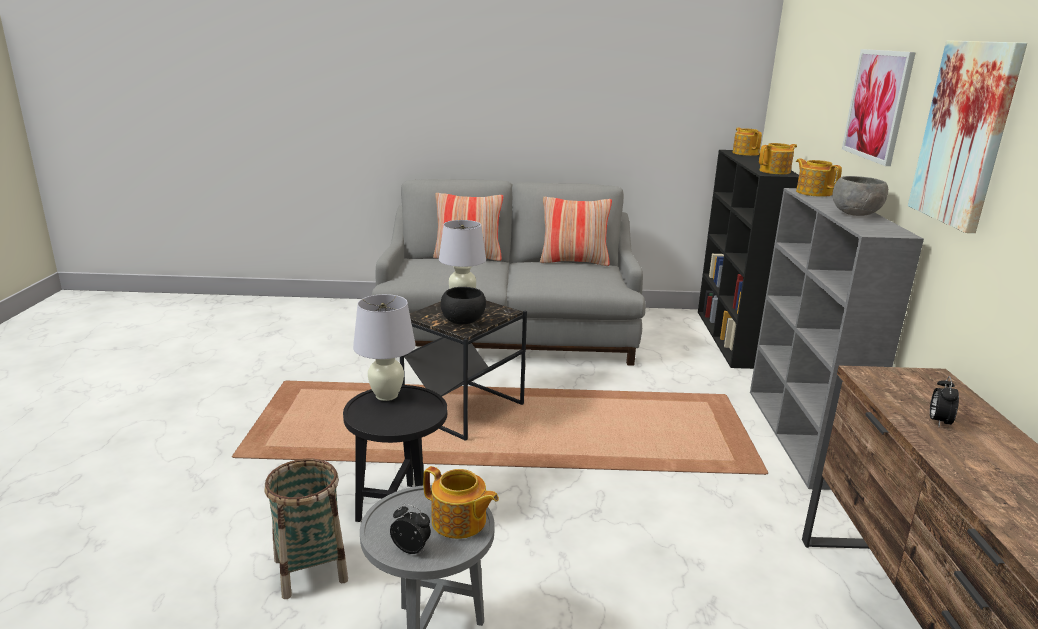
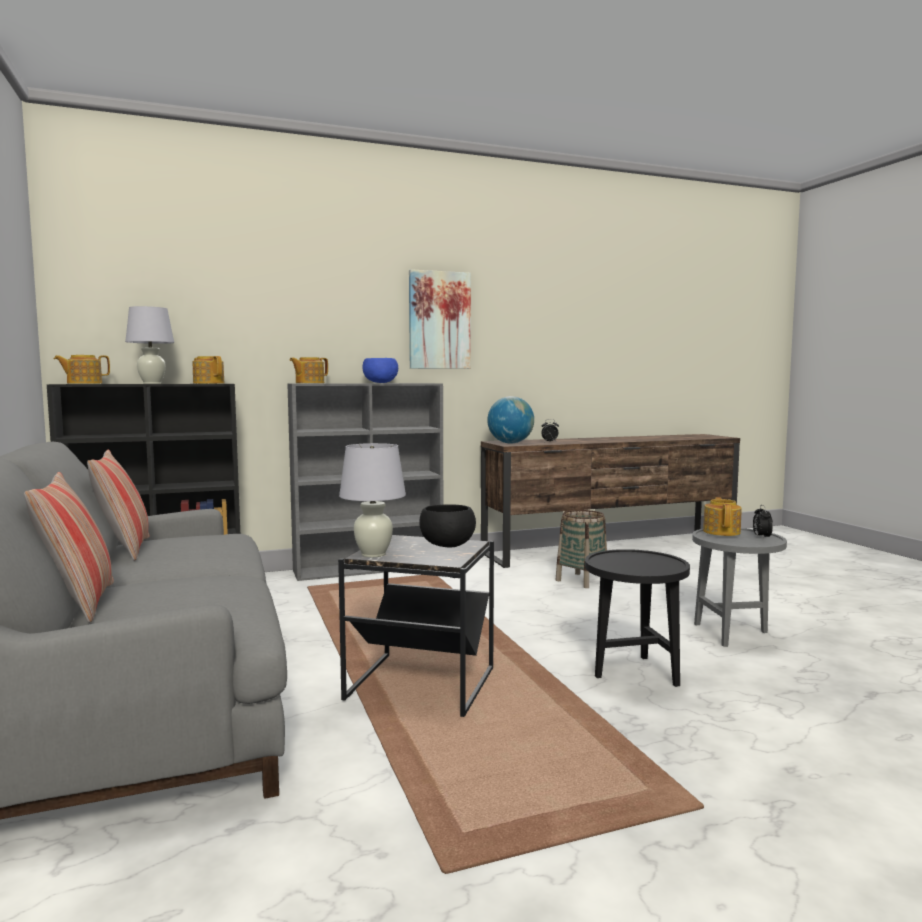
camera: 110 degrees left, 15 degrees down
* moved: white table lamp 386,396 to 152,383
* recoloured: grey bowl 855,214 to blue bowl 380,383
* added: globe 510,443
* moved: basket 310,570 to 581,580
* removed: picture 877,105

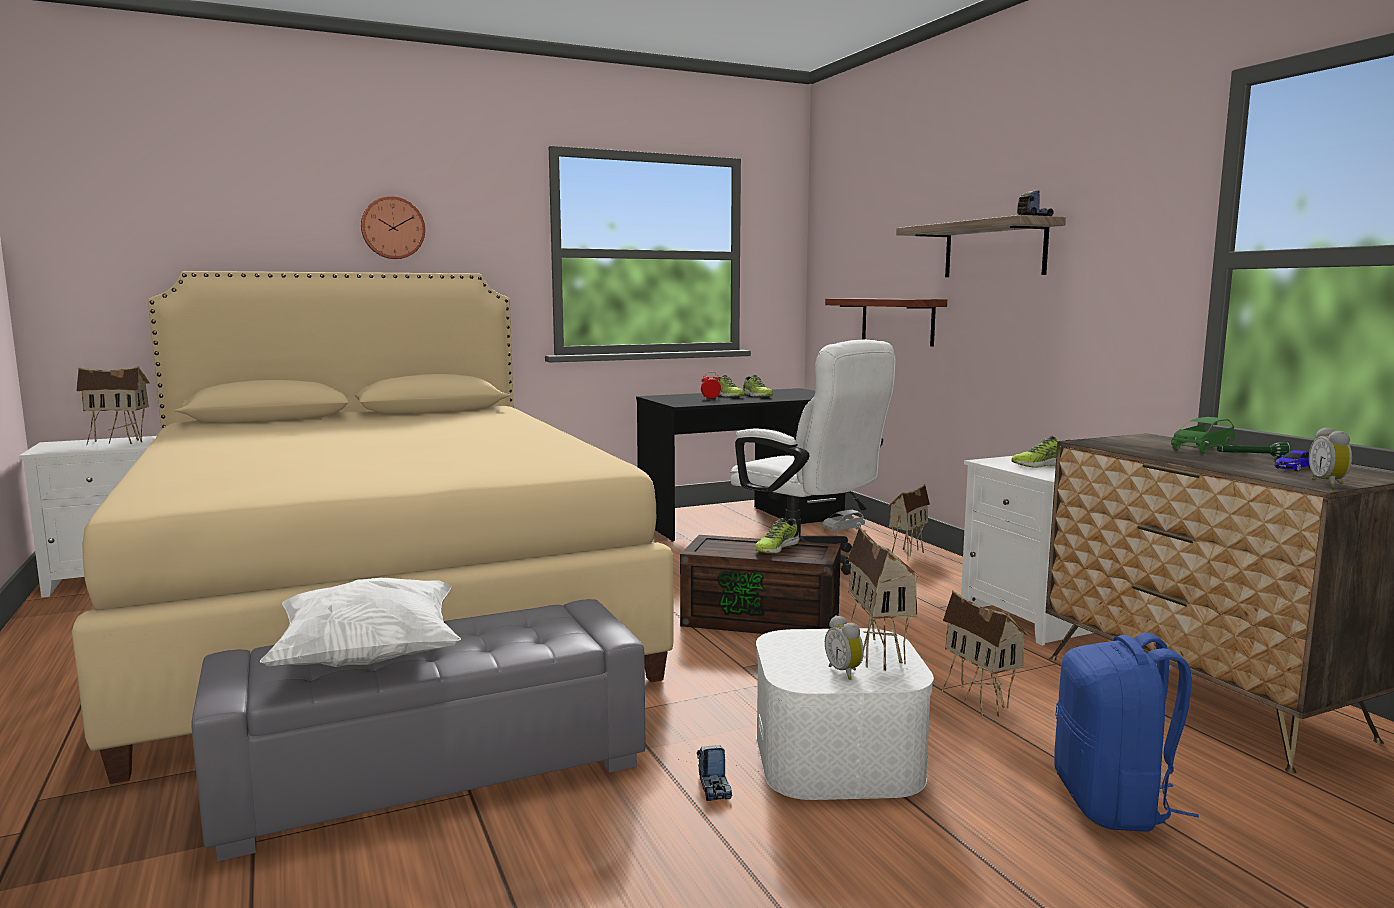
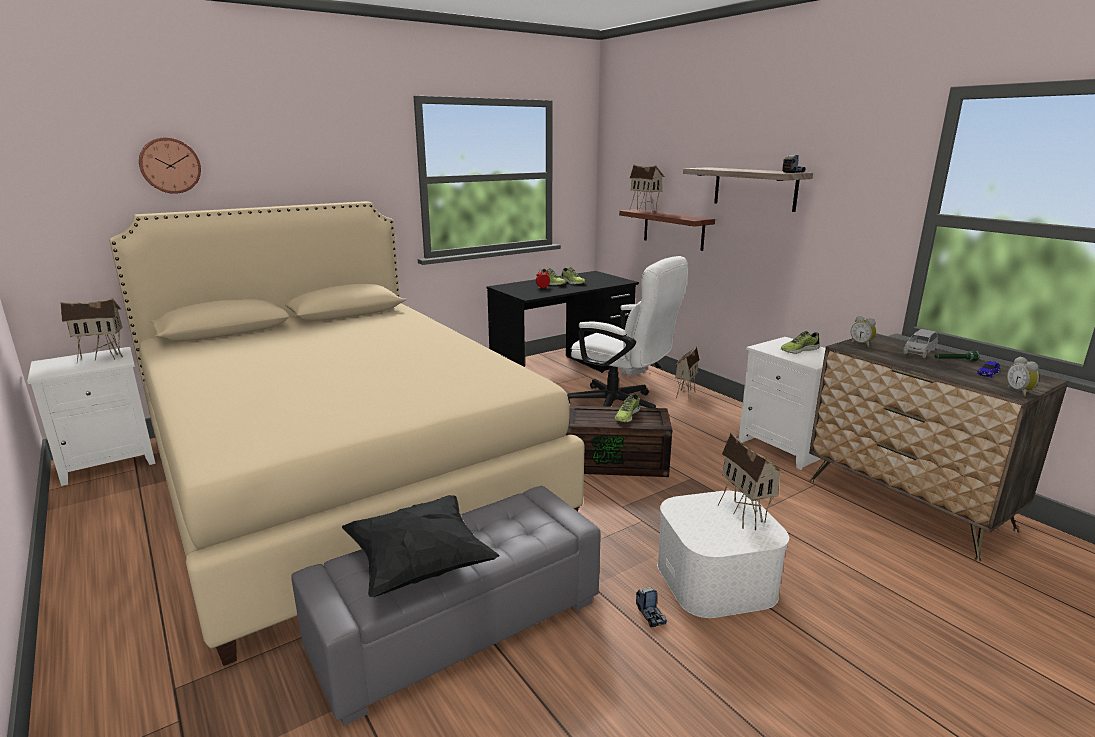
camera: 10 degrees left, 10 degrees up
* moved: wall clock 392,228 to 170,165
* recoloured: white pillow 369,658 to black pillow 419,565
* moved: toy house 980,702 to 645,211
* moved: alarm clock 845,672 to 861,344
* recoloured: green toy car 1201,449 to grey toy car 919,352
* removed: blue backpack 1113,804

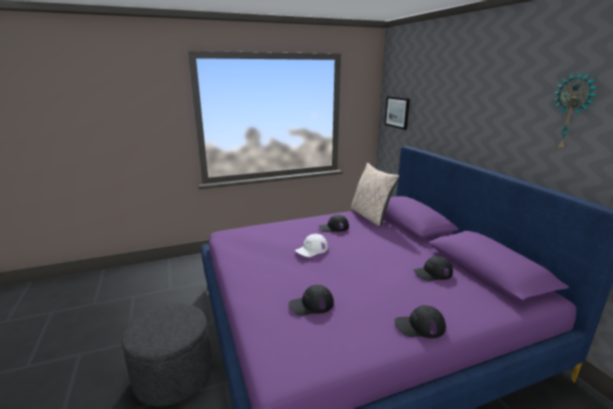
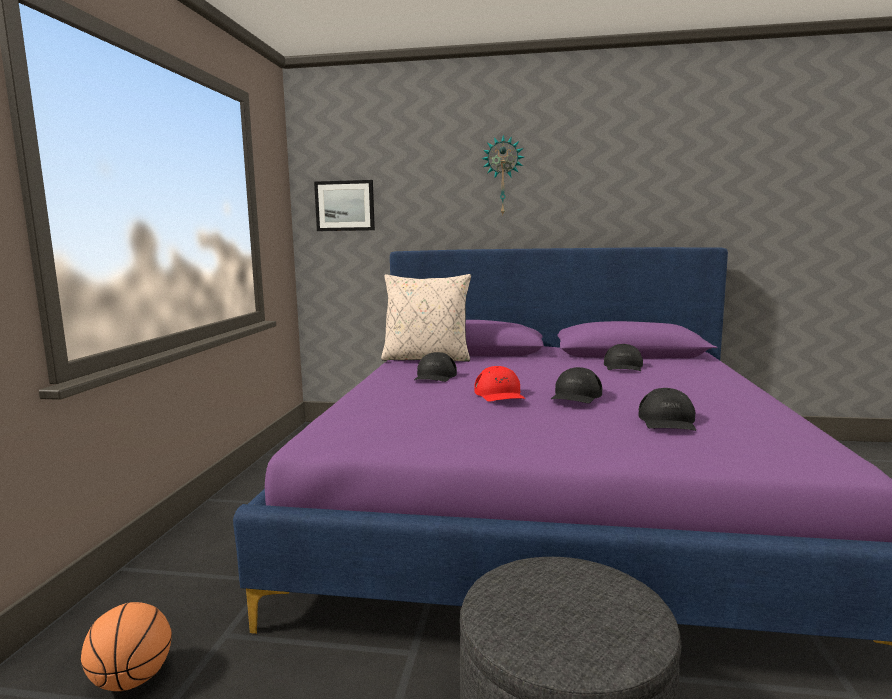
camera: 60 degrees left, 10 degrees down
* added: basketball 132,680
* recoloured: white cap 311,249 to red cap 500,394
* moved: wall clock 572,112 to 503,176
* moved: black cap 419,326 to 576,395

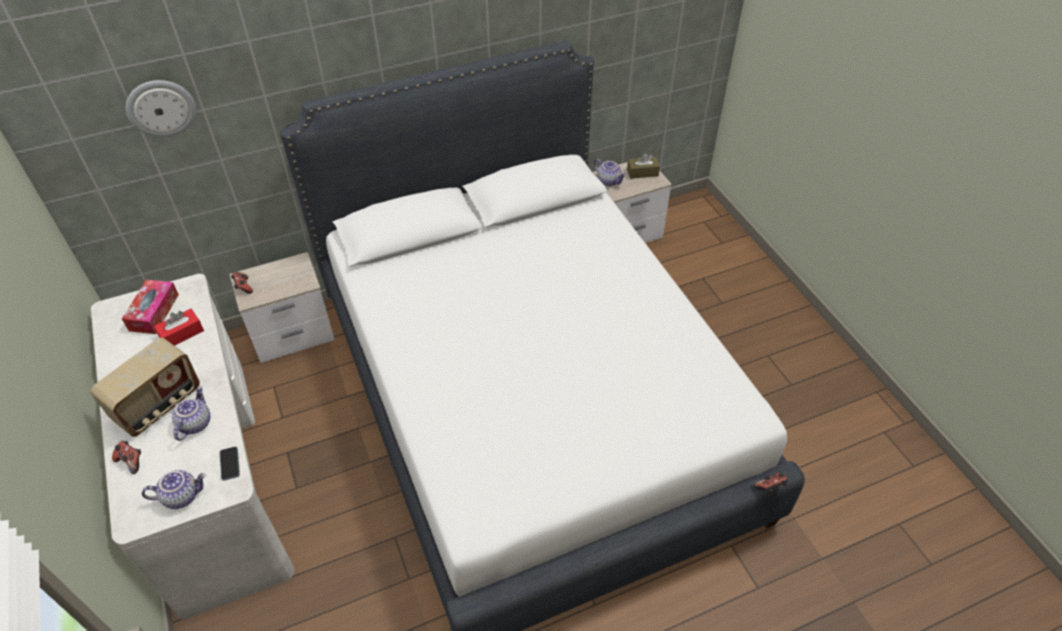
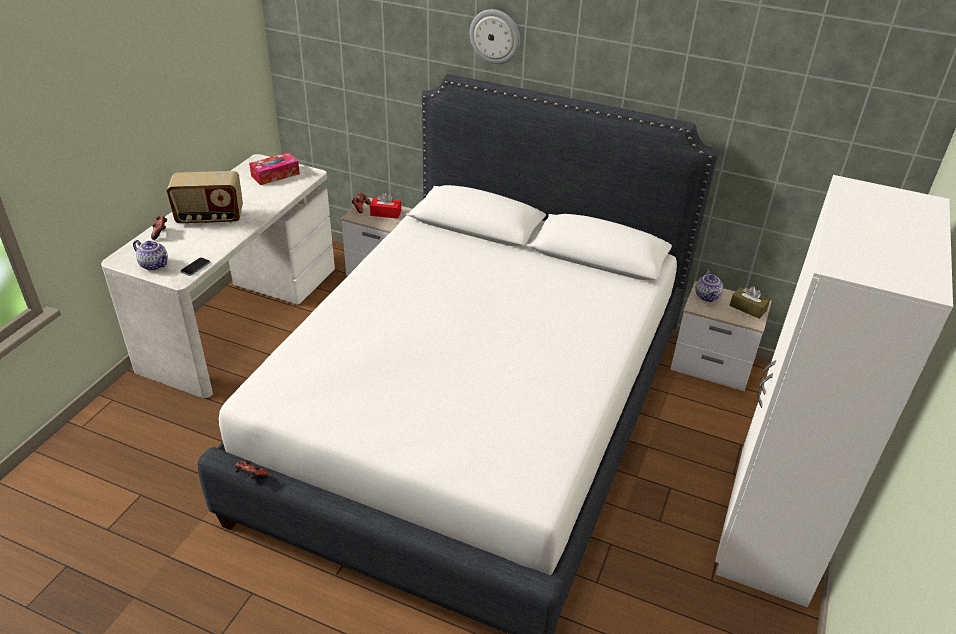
camera: 45 degrees right, 10 degrees down
* moved: game controller 770,487 to 251,477
* moved: red tissue box 182,334 to 385,213
* moved: wall clock 161,108 to 495,36
* added: white wardrobe 768,529
* removed: teapot 194,423

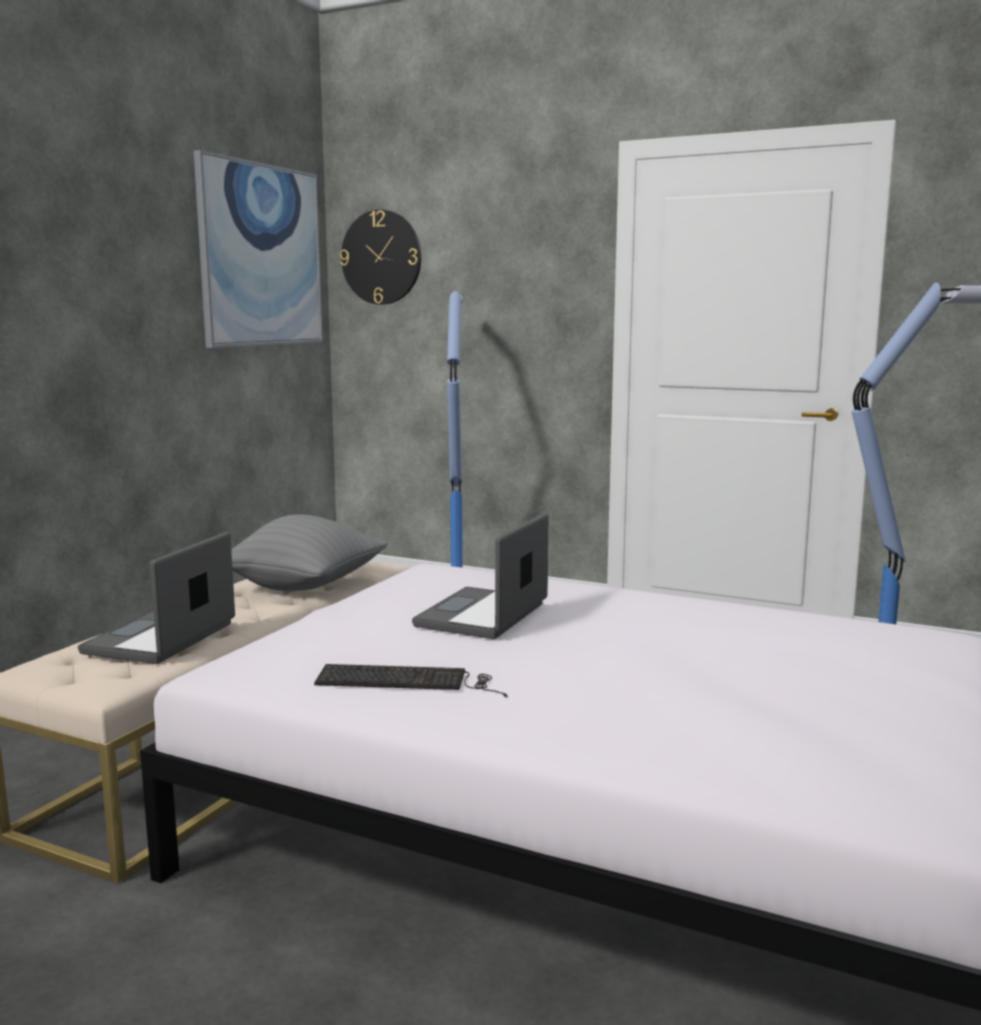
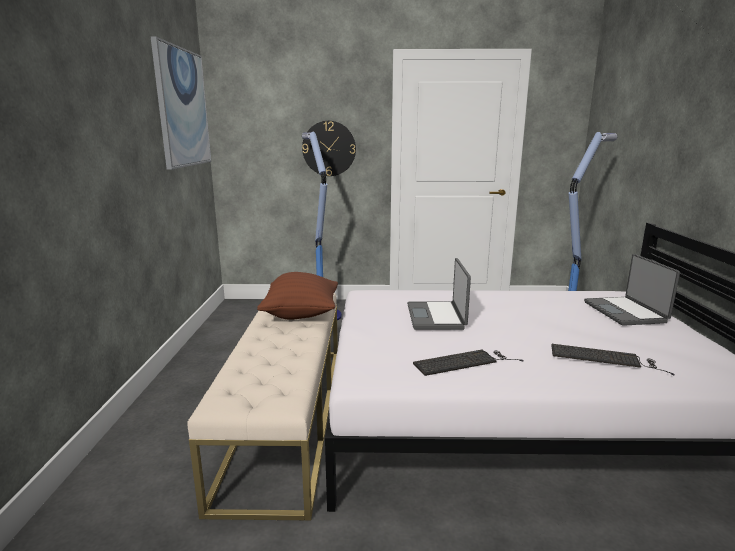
camera: 25 degrees left, 5 degrees up
* recoloured: grey pillow 305,587 to brown pillow 301,314
* moved: wall clock 381,257 to 329,148
* added: keyboard 605,358
* moved: laptop 162,639 to 625,312

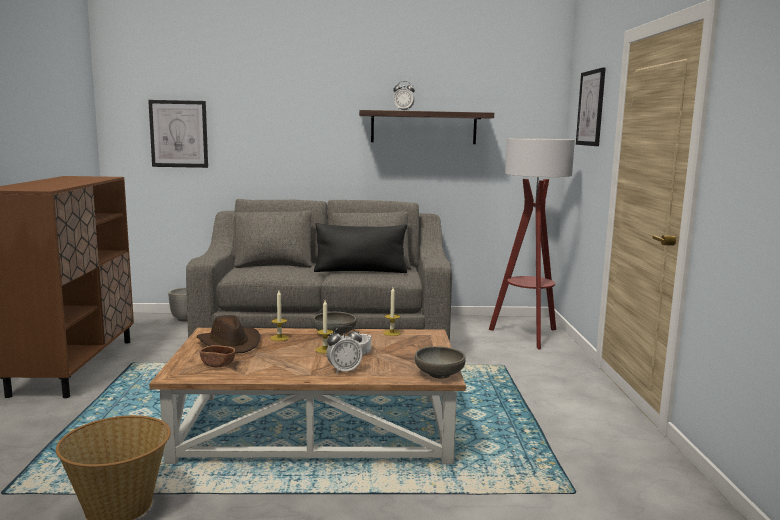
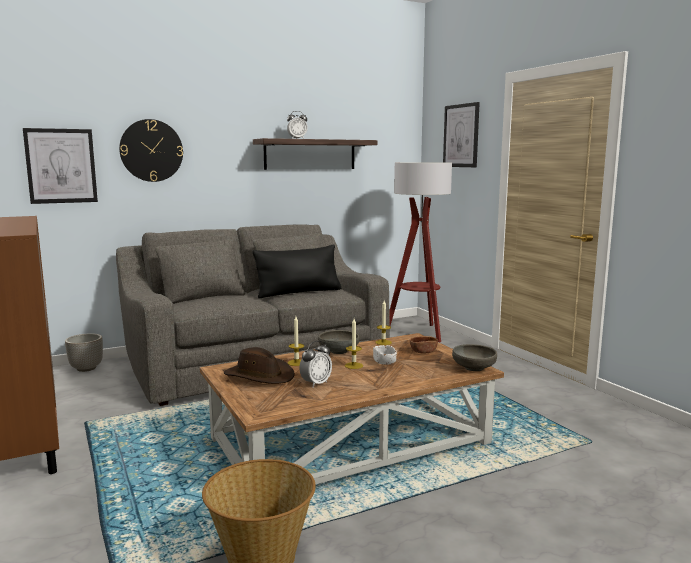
camera: 25 degrees left, 0 degrees up
* added: wall clock 151,150
* moved: alarm clock 344,371 to 316,383
* moved: brown bowl 218,364 to 423,351

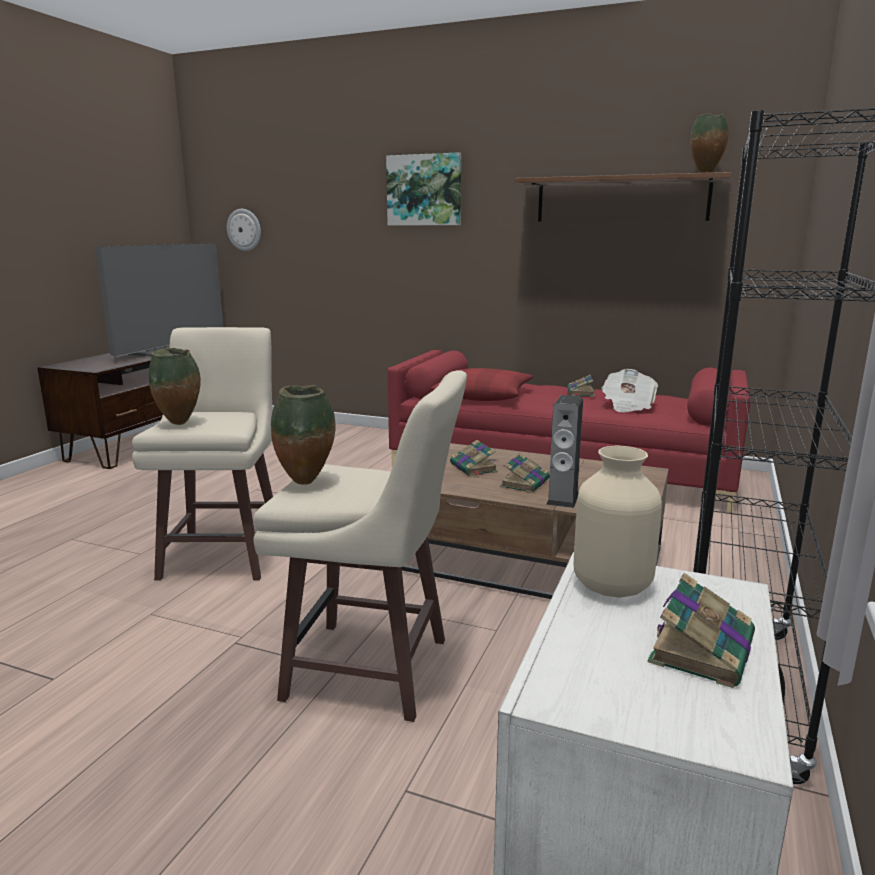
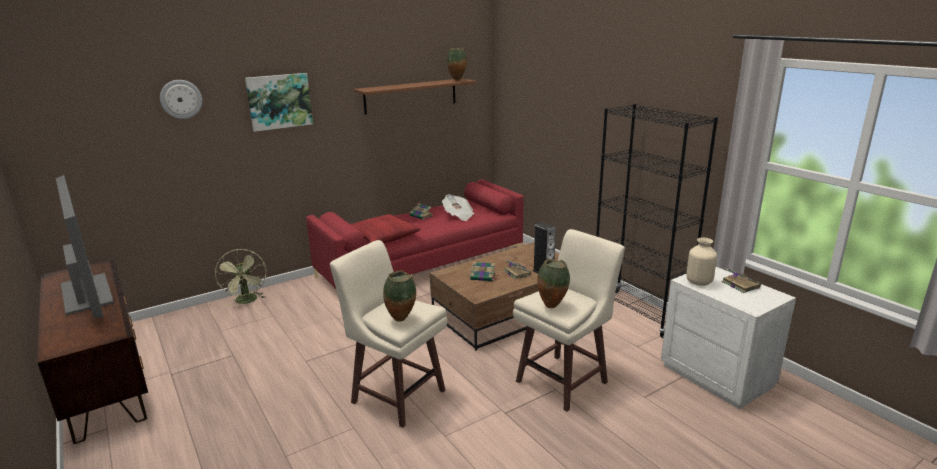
camera: 55 degrees left, 5 degrees up
* moved: wall clock 244,230 to 181,99
* added: green fan 247,301

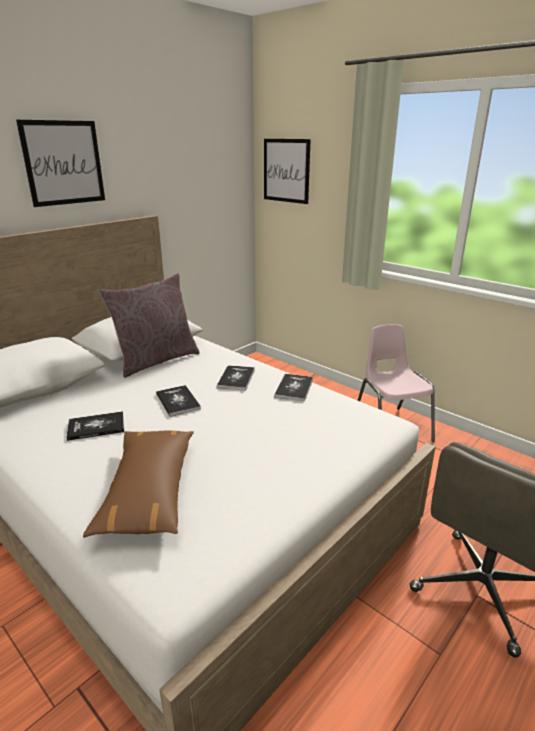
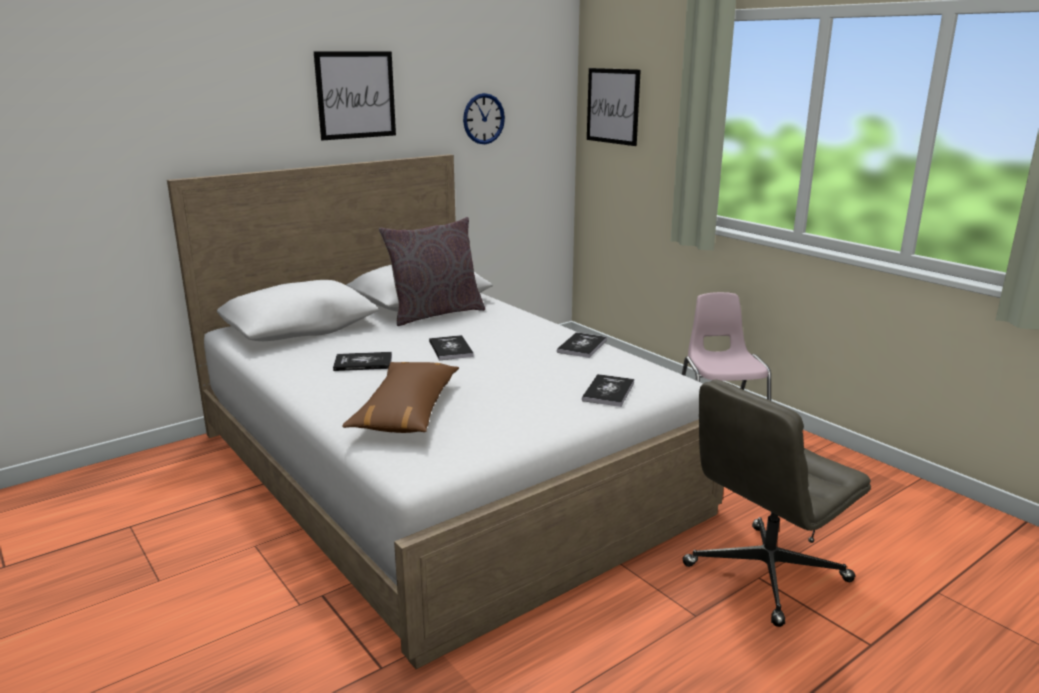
camera: 10 degrees right, 5 degrees down
* added: wall clock 483,119
* moved: book 236,378 to 608,391

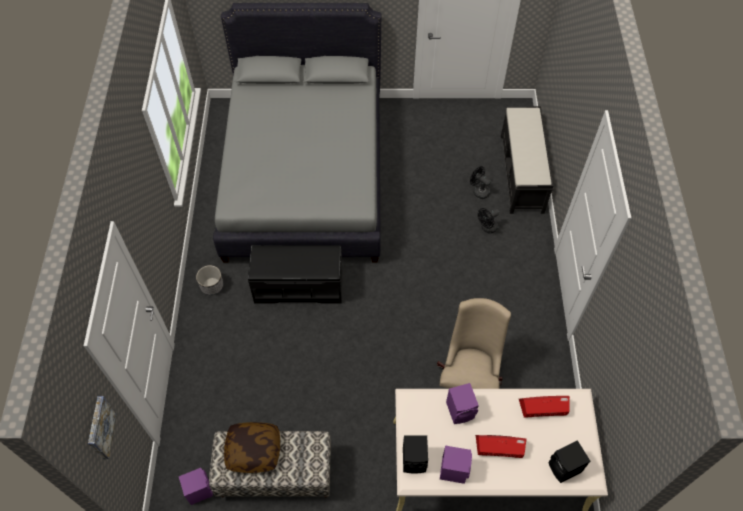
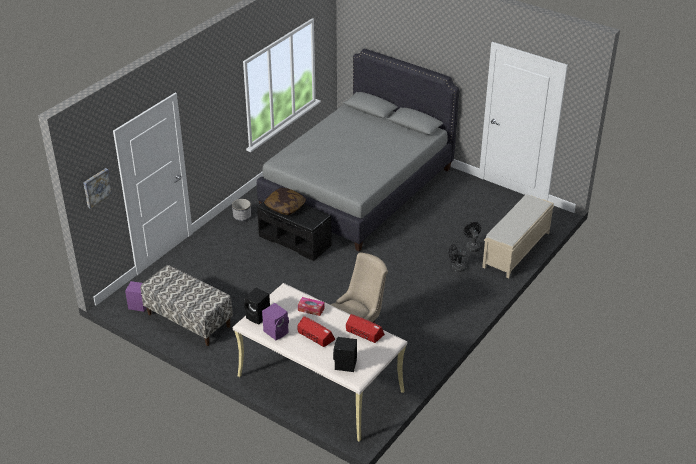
camera: 35 degrees right, 20 degrees down
* moved: pillow 253,450 to 285,207
* replaced: purple speaker 461,410 to tissue box 311,309
* recoloured: black bench 522,174 to beige bench 516,250

